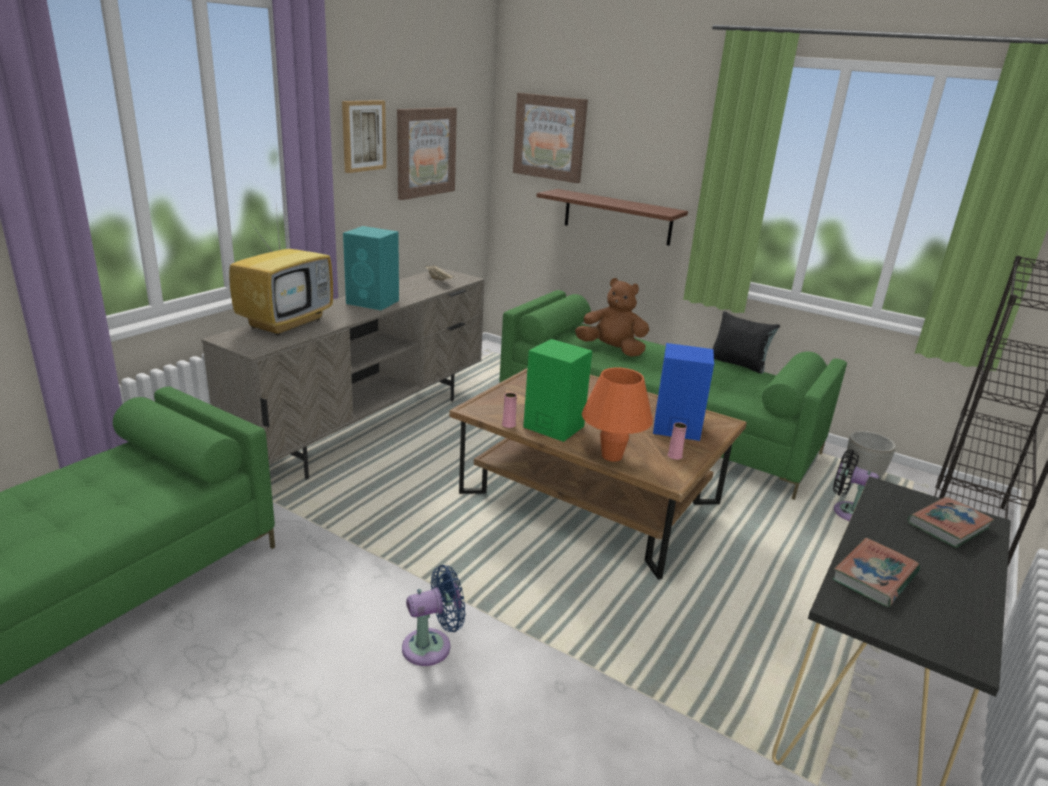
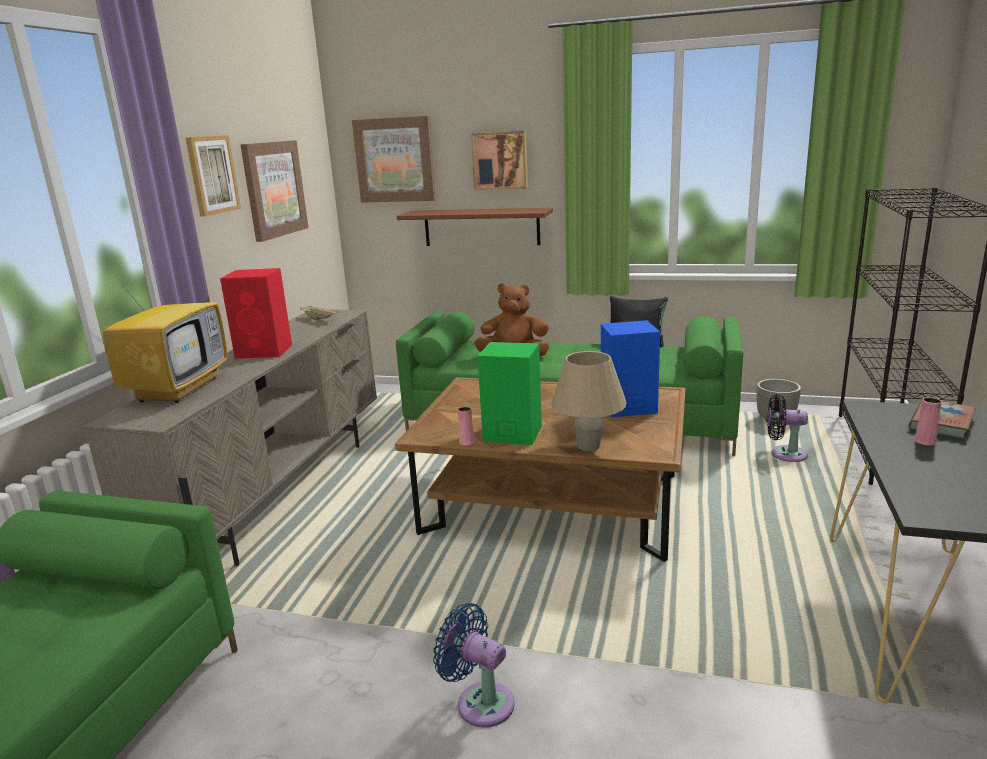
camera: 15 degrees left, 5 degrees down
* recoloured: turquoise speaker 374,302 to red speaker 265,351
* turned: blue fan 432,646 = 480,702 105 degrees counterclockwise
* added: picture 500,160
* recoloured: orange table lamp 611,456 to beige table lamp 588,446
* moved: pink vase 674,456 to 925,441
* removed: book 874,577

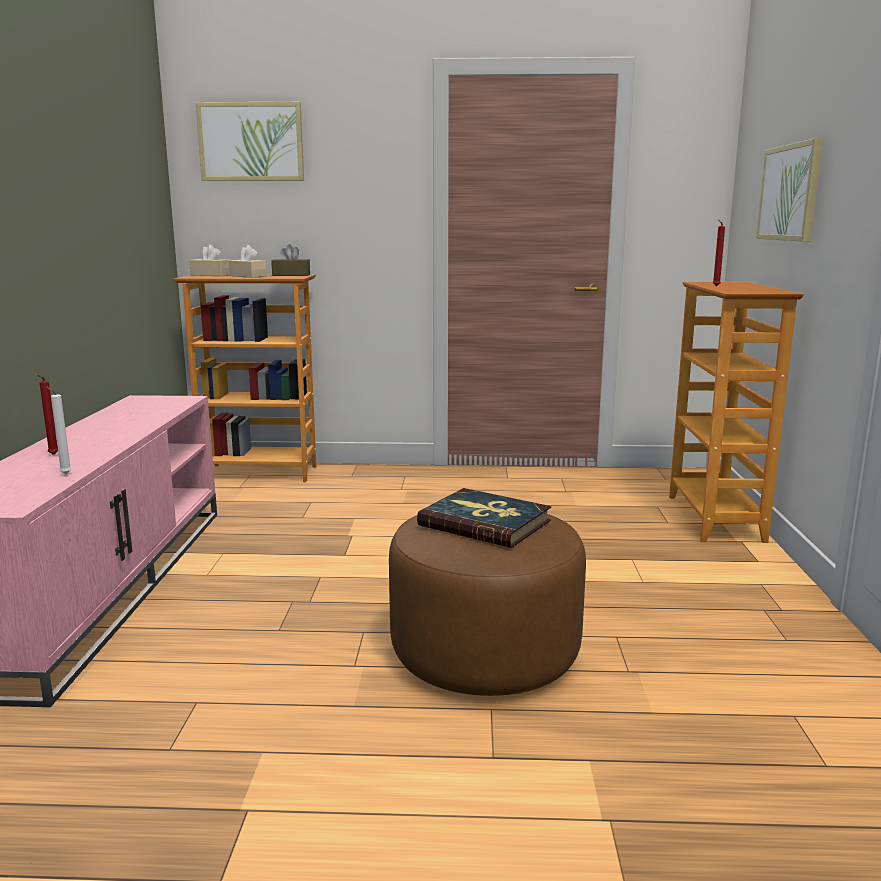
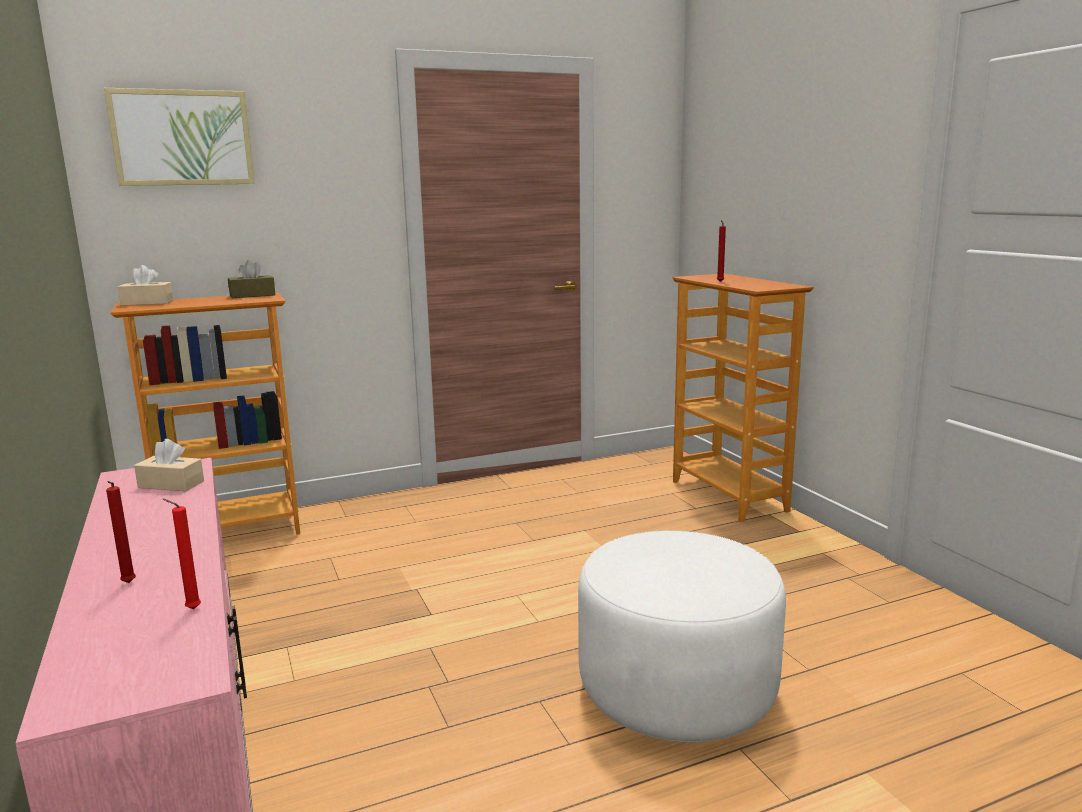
camera: 25 degrees left, 0 degrees up
* moved: beige tissue box 248,276 to 171,484
* recoloured: white candle 64,474 to red candle 191,609
* recoloured: brown ottoman 485,653 to white ottoman 677,689
* removed: book 485,523
* removed: picture 790,193

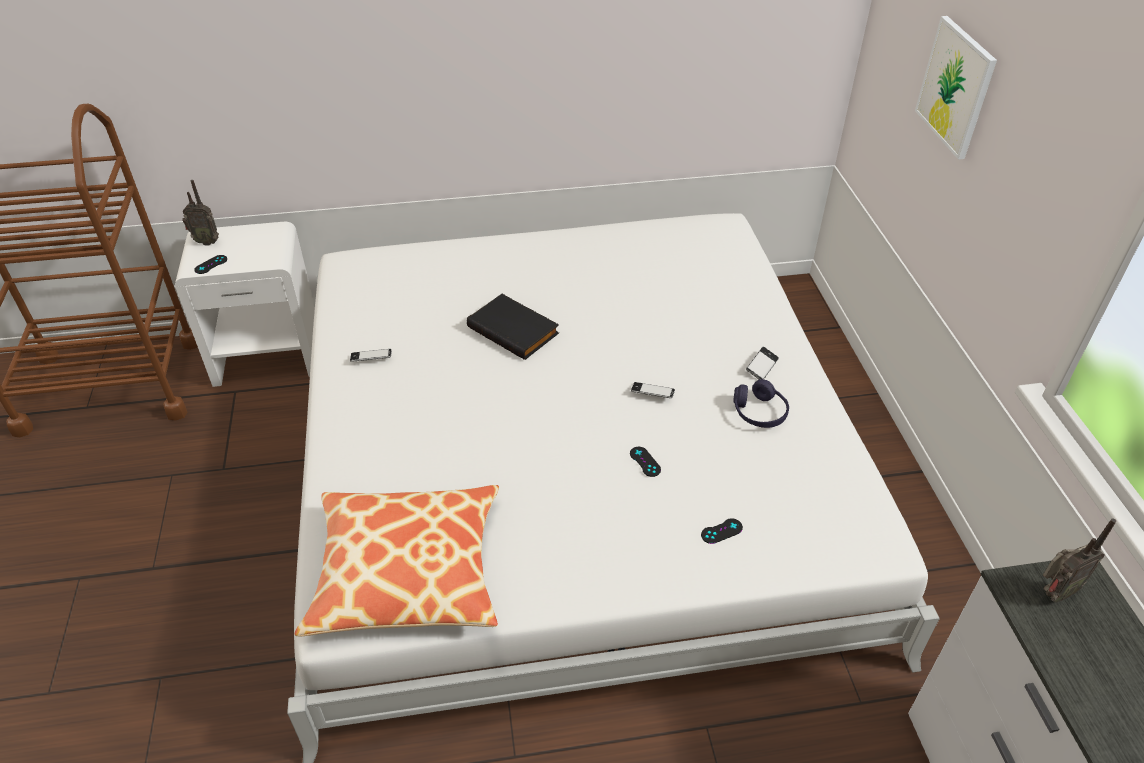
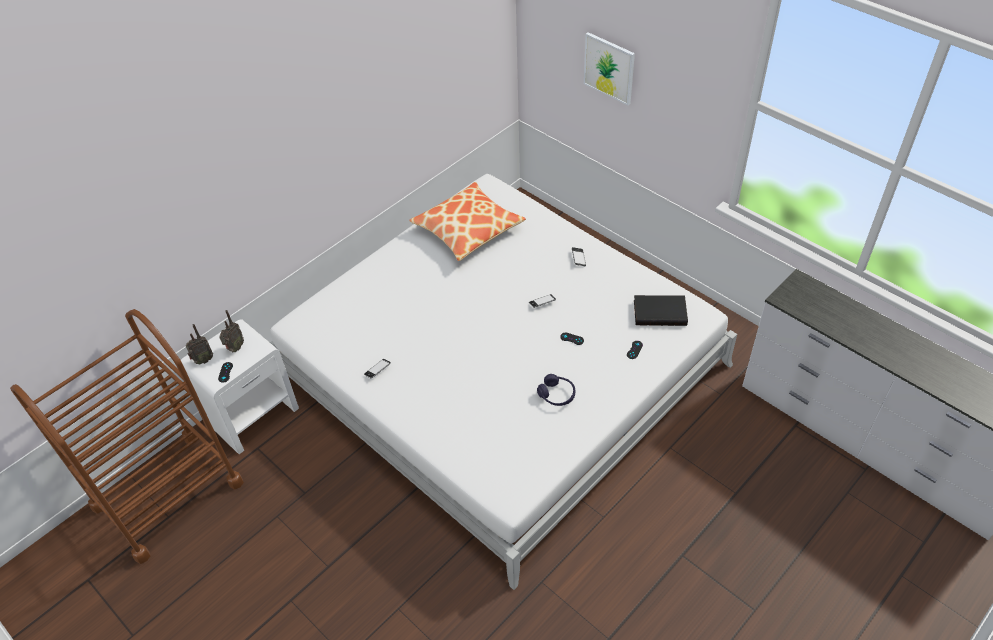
camera: 35 degrees left, 5 degrees up
* moved: radio 1053,593 to 235,348
* moved: pillow 407,571 to 468,229
* moved: purple headphones 759,412 to 557,394
* moved: black book 515,329 to 660,312

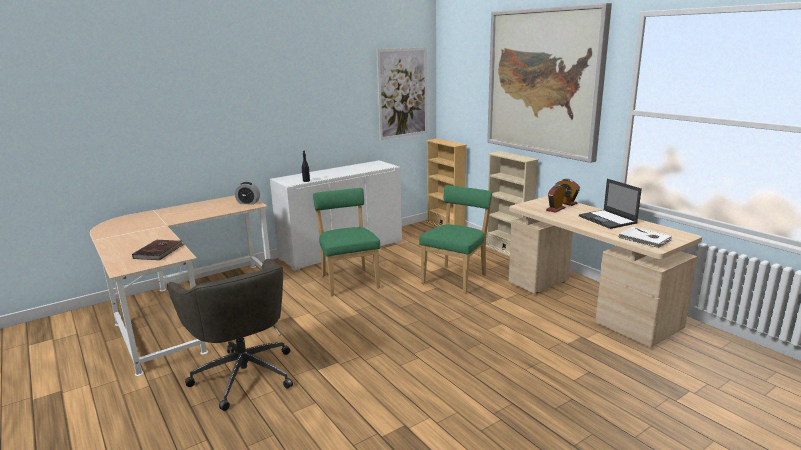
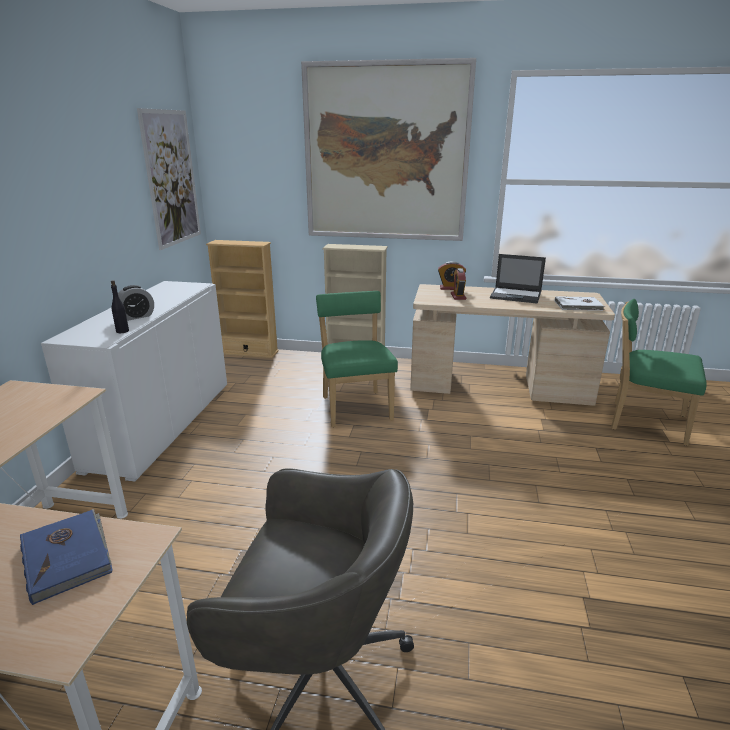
camera: 45 degrees left, 5 degrees up
* recoloured: brown book 159,251 to blue book 68,556
* moved: alarm clock 248,203 to 137,316
* moved: green chair 349,280 to 643,421

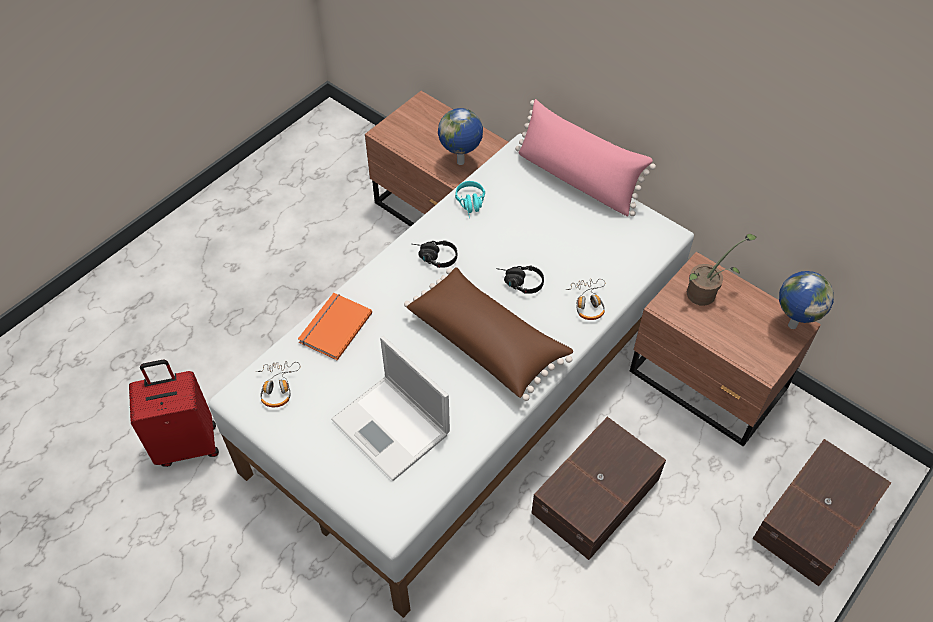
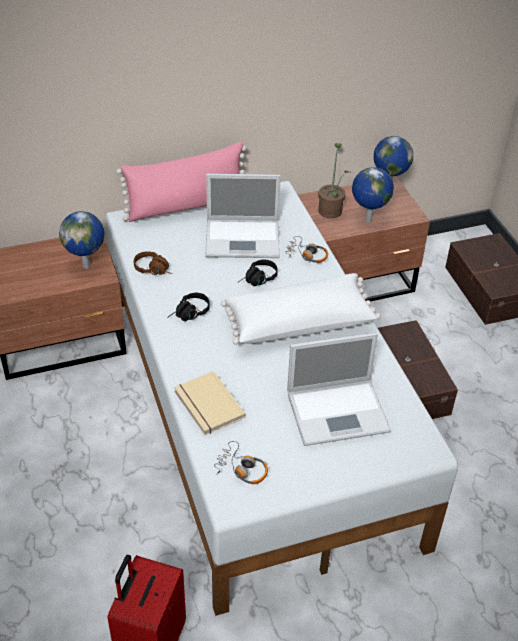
camera: 60 degrees left, 10 degrees down
* recoloured: turquoise headphones 471,205 to brown headphones 155,270
* recoloured: orange book 333,327 to beige book 207,405
* added: laptop 244,239
* recoloured: brown pillow 487,341 to white pillow 298,321
* added: globe 367,220

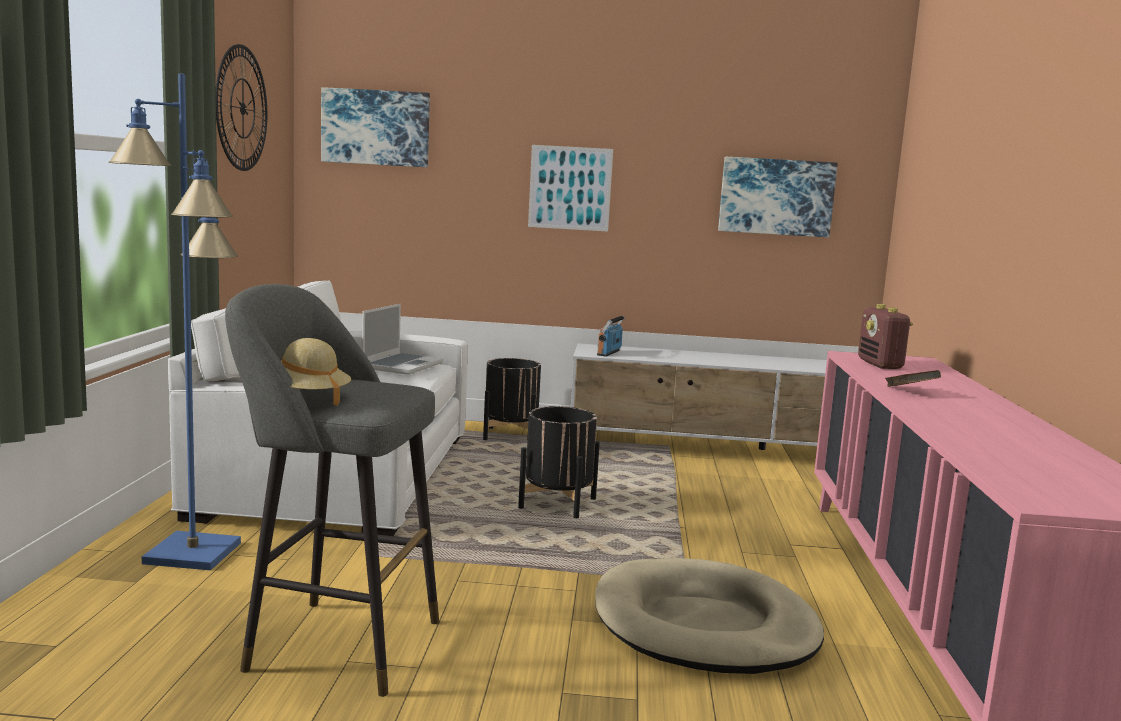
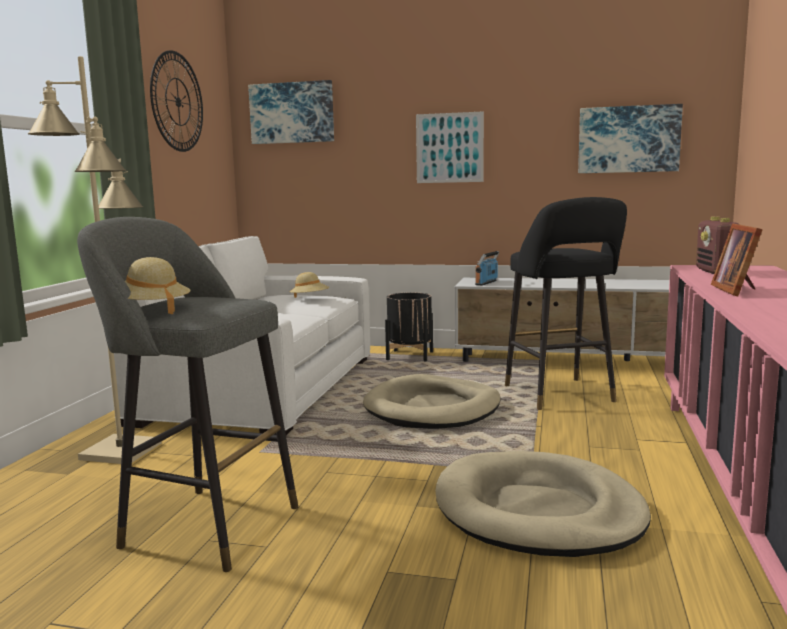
camera: 10 degrees right, 0 degrees up
* recoloured: blue floor lamp 192,552 to beige floor lamp 121,451
* replaced: laptop 402,365 to beige hat 310,299
* replaced: black planter 557,504 to beige dog bed 433,408
* added: black stool 561,396
* replaced: brown book 910,392 to picture frame 737,290

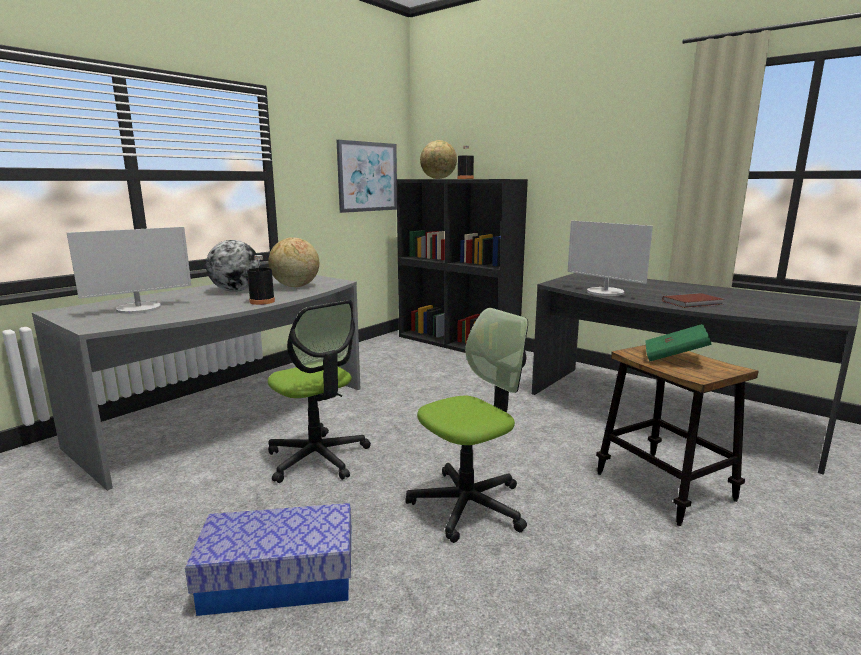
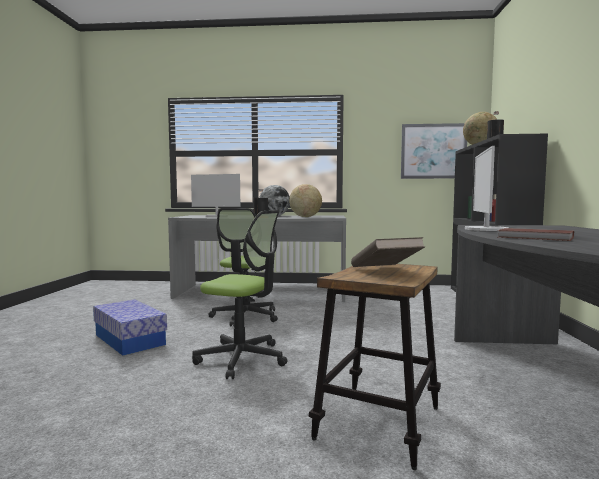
camera: 55 degrees right, 10 degrees down
* recoloured: green book 674,357 to brown book 385,270

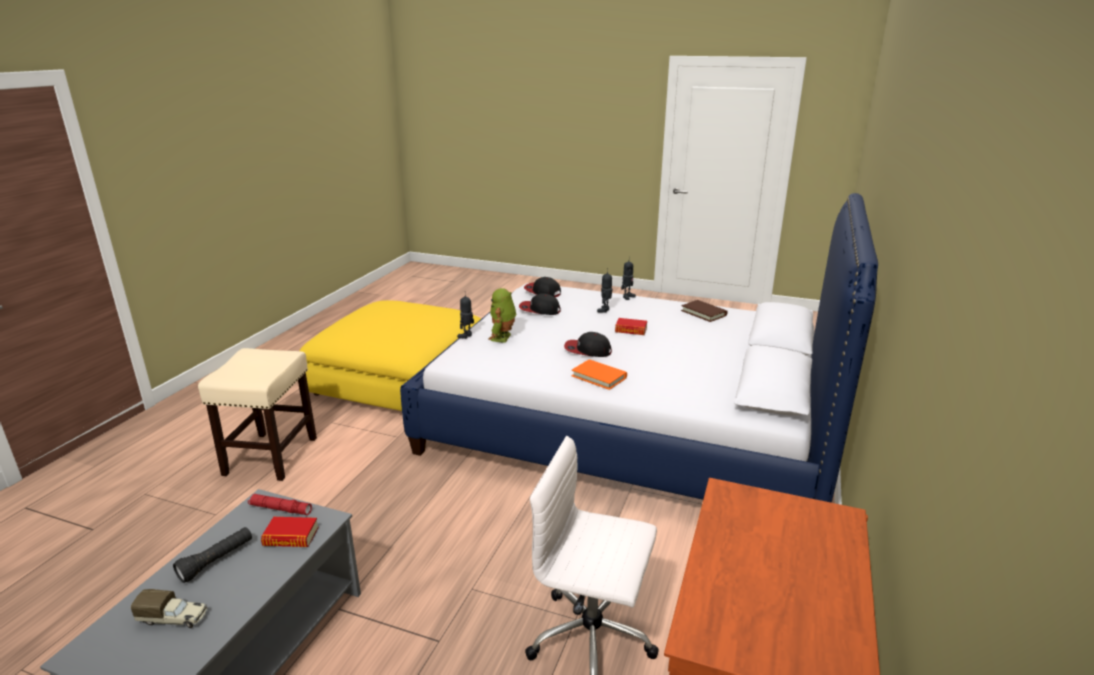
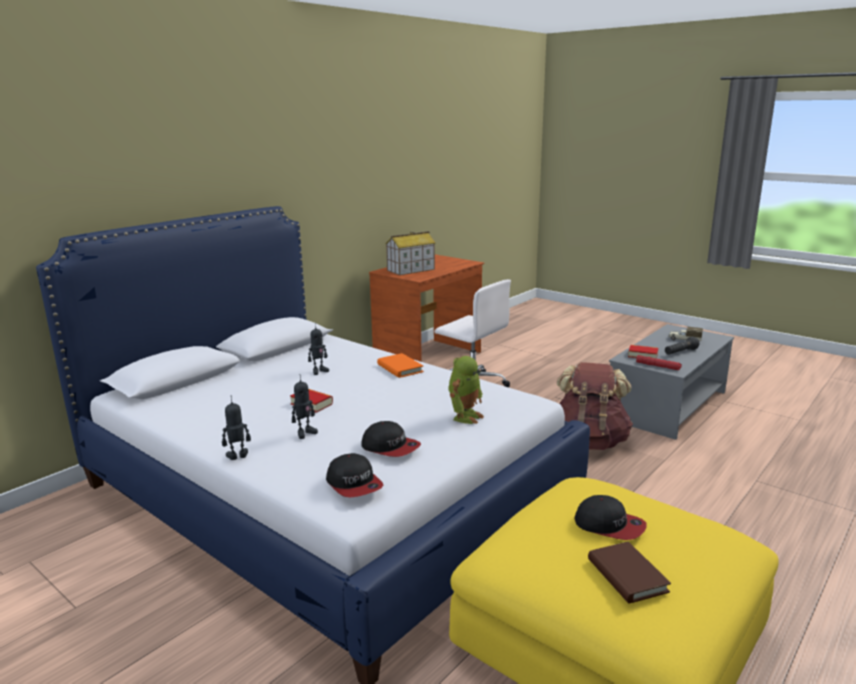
camera: 160 degrees left, 5 degrees down
* moved: toy robot 466,336 to 319,371
* added: toy house 410,270
* added: brown backpack 589,442
* moved: cap 587,350 to 609,525
* moved: brown book 703,313 to 627,575
* removed: beige stool 271,455

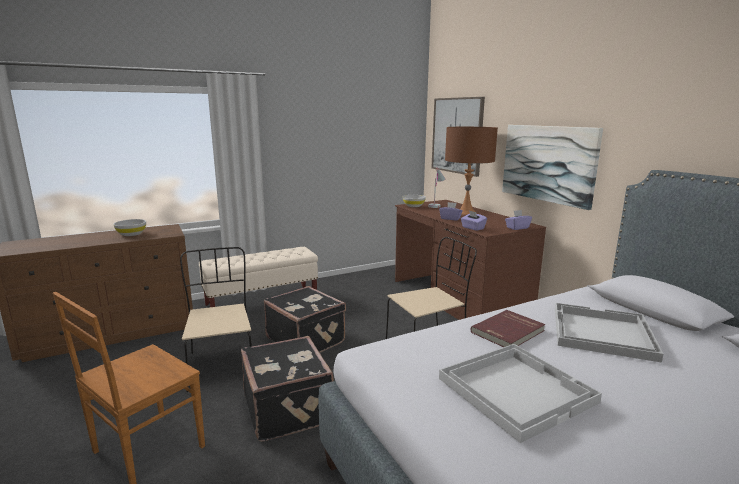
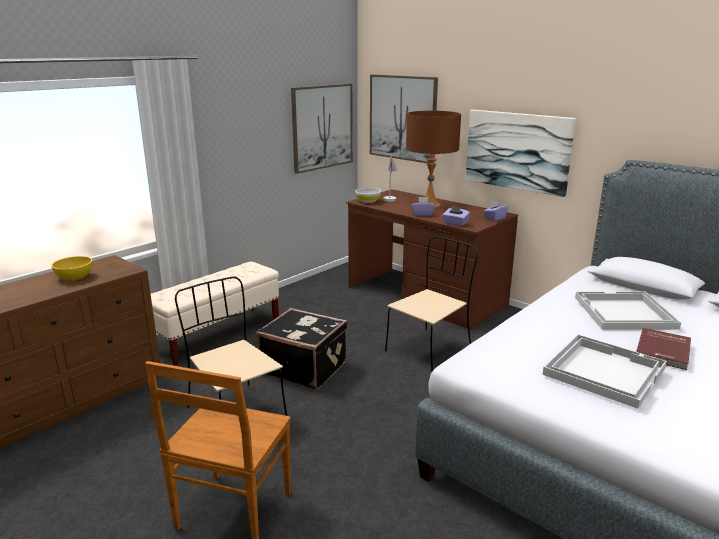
camera: 20 degrees left, 5 degrees up
* recoloured: white bowl 131,234 to yellow bowl 75,277
* added: picture 322,127
* moved: red book 509,332 to 664,351
* removed: black suitcase 288,408

